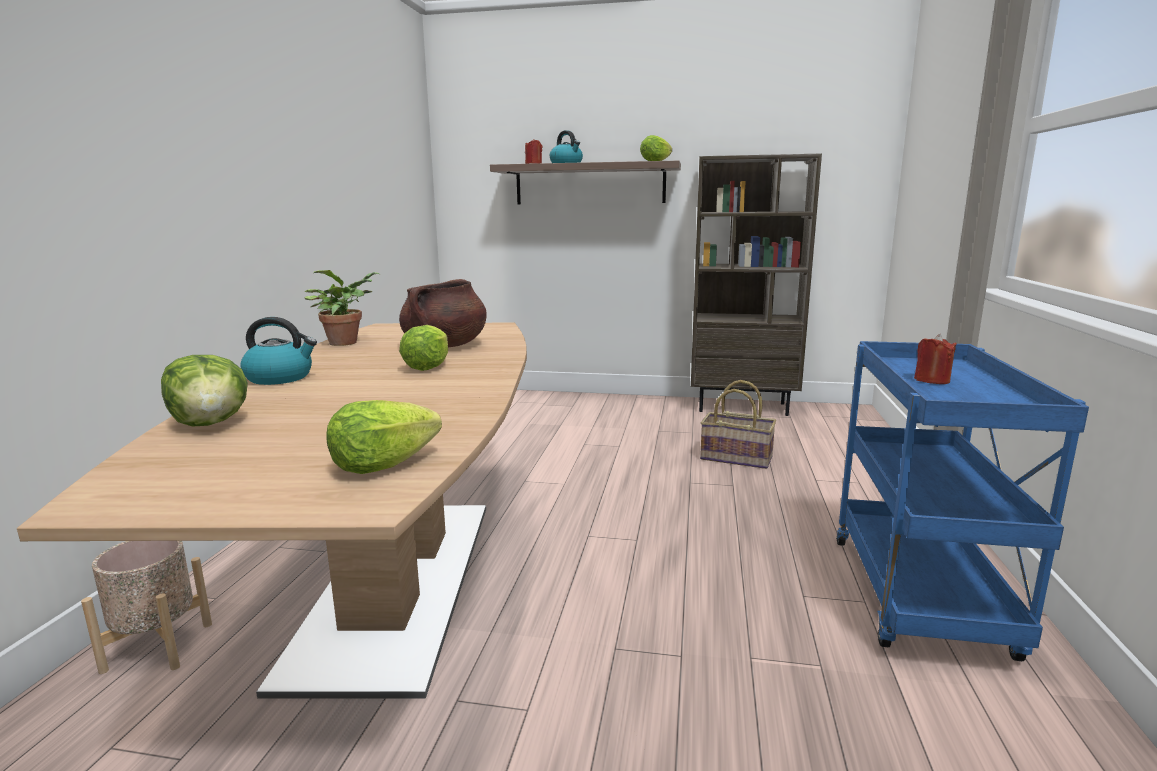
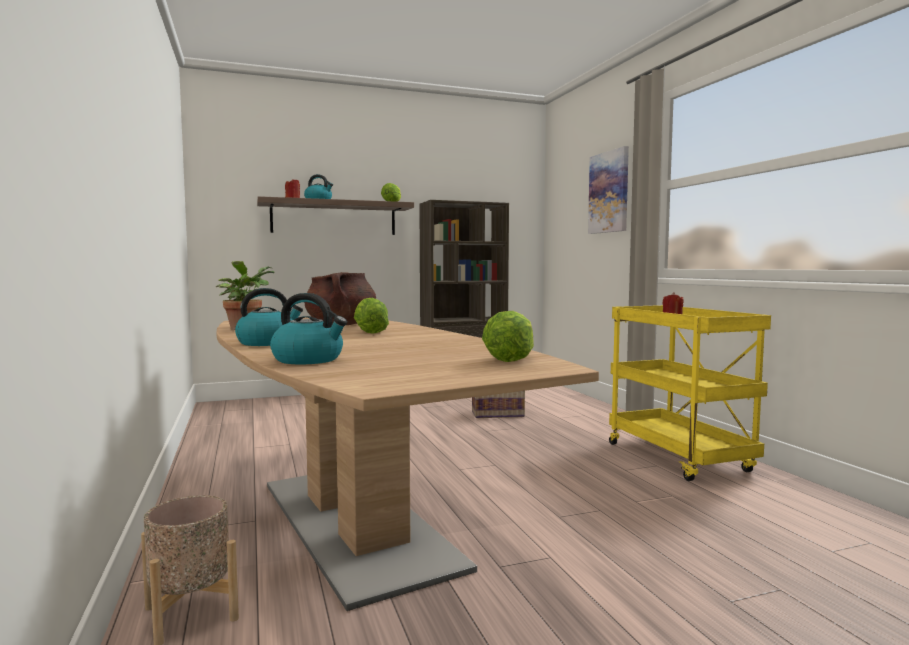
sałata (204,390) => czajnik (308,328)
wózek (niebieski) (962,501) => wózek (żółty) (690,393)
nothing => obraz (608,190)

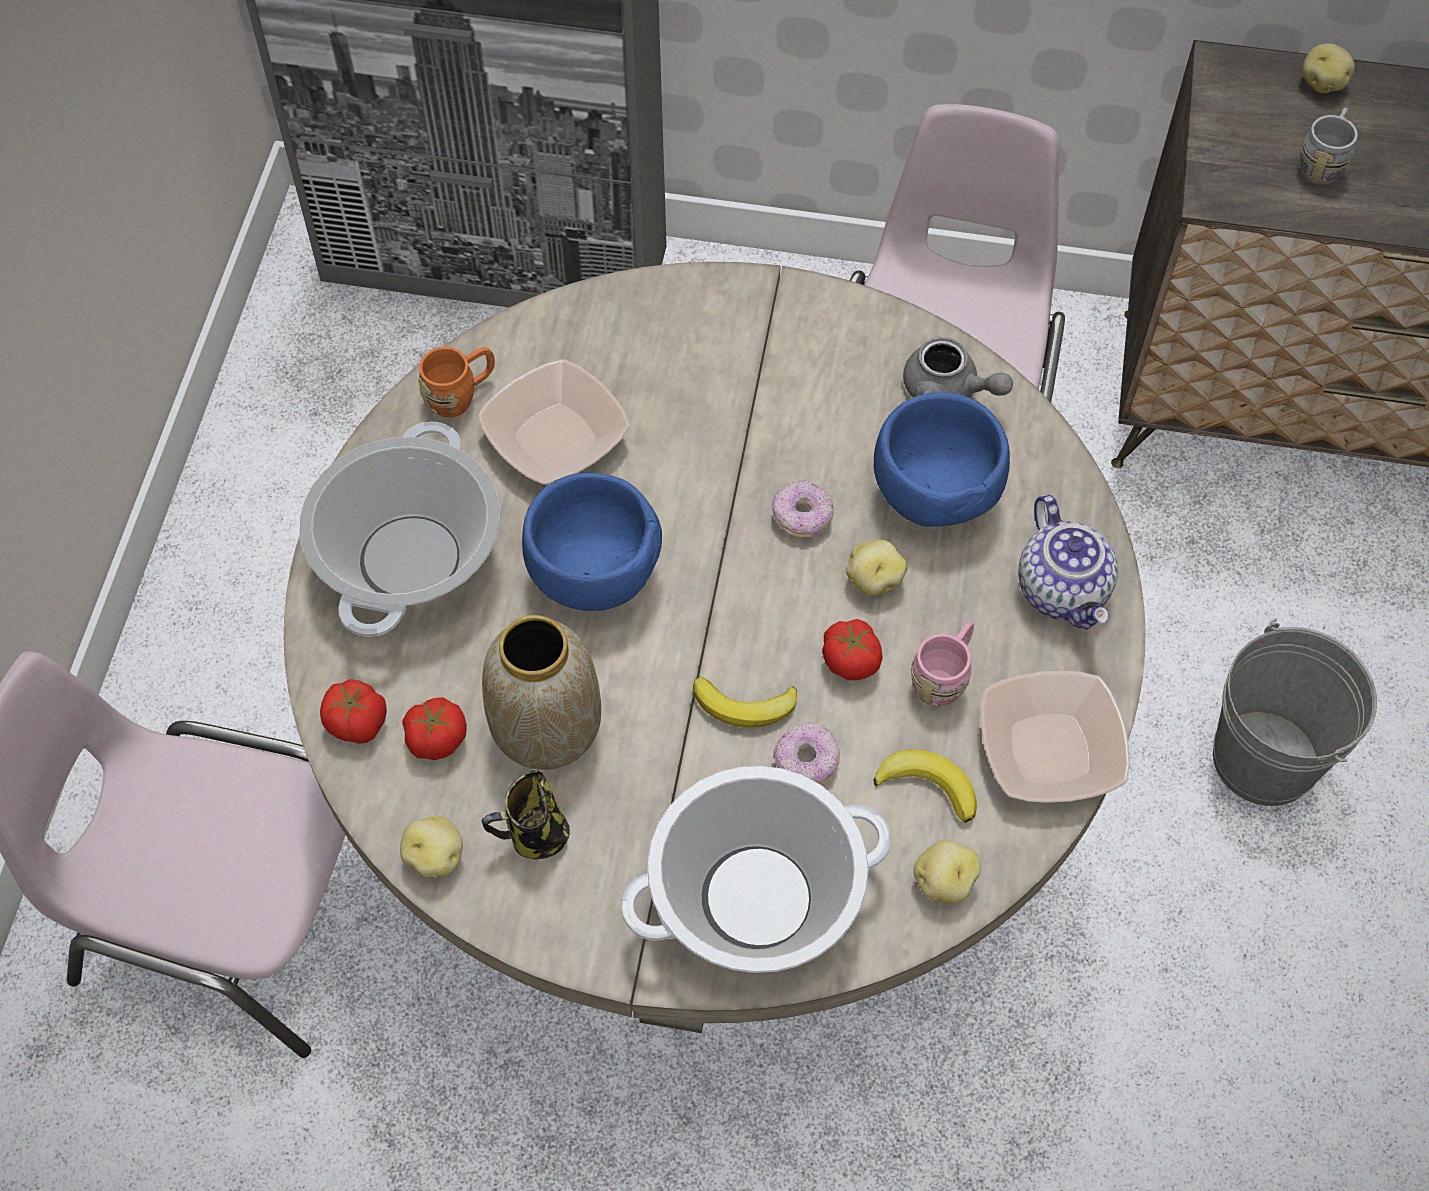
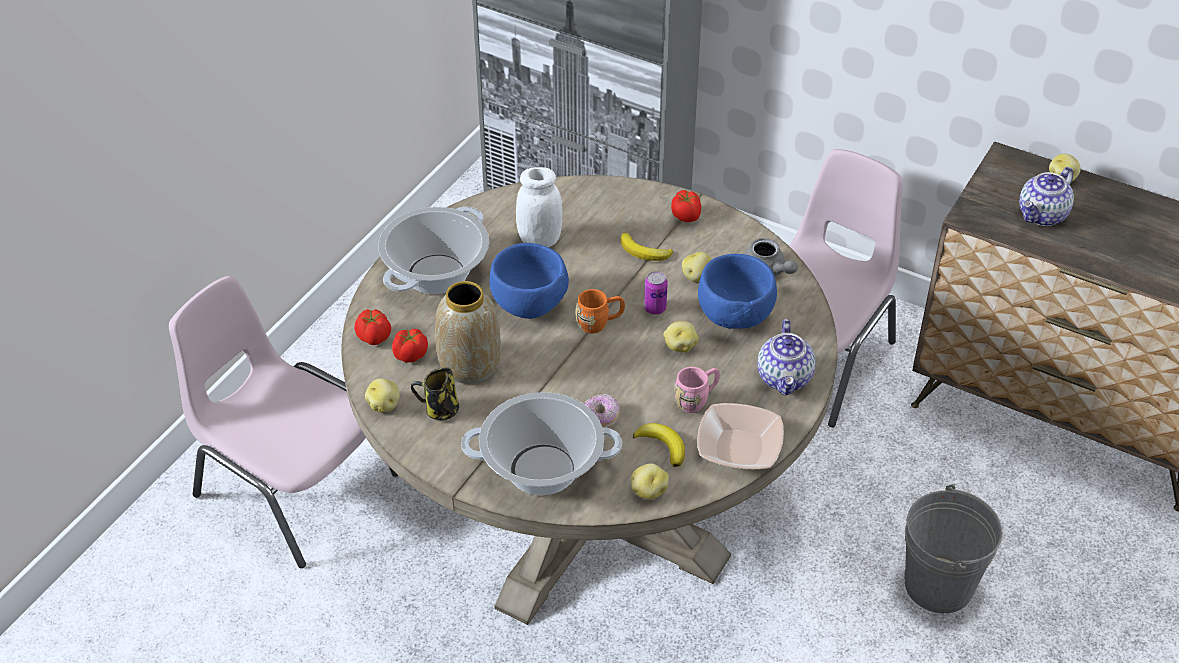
kubek (pomarańczowy) (456,382) => kubek (pomarańczowy) (600,311), moved
miska (554,422) => słoik (biały) (539,207)
banan (745,702) => banan (647,247), moved
donut (803,509) => puszka (656,293)
pomidor (852,649) => pomidor (686,206), moved
kubek (szary) (1329,145) => imbryk (1046,196)
nothing => ziemniak (697,267)

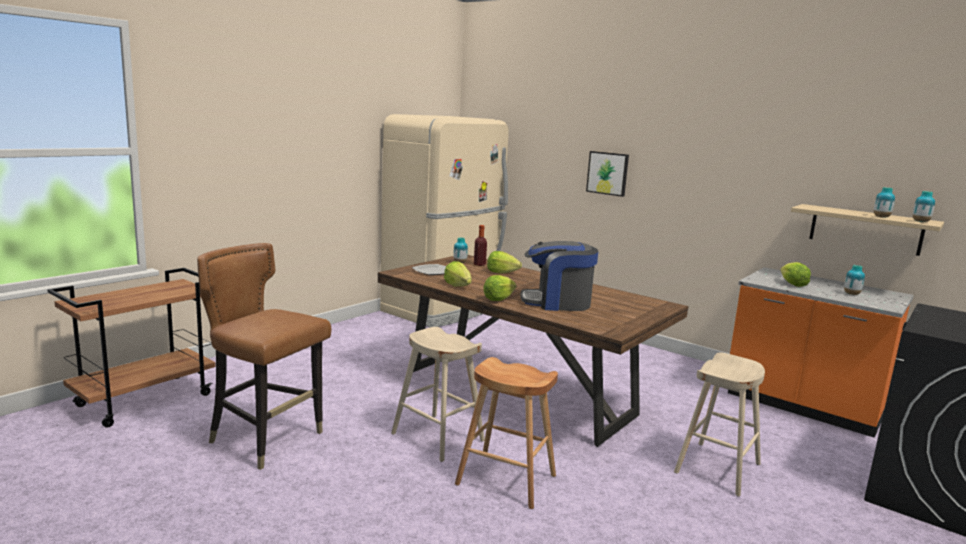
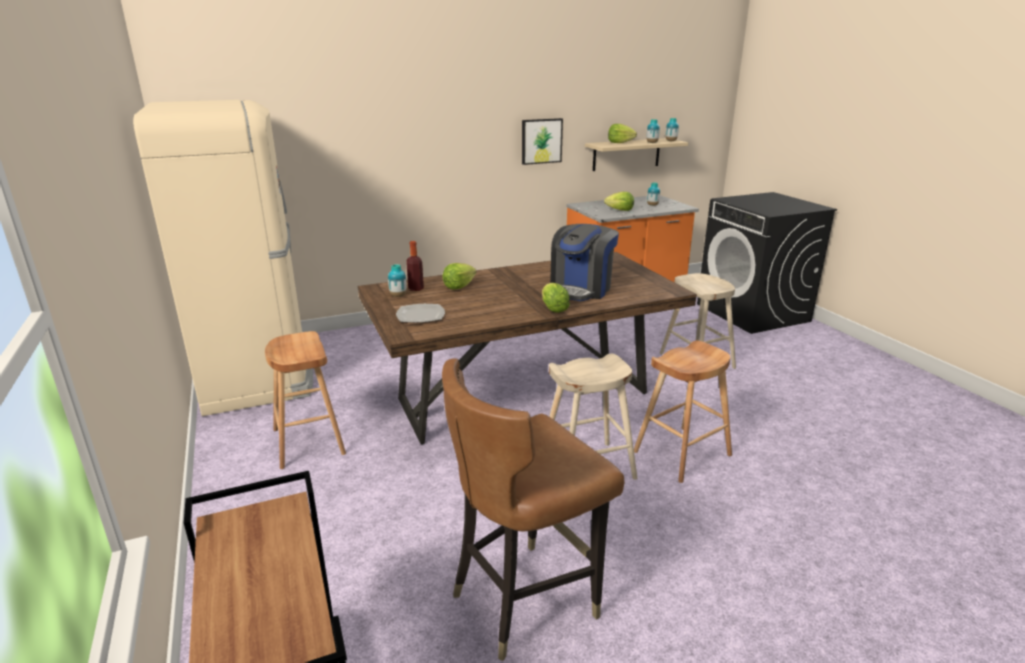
sałata (458,274) => sałata (622,133), moved
obraz (607,174) => obraz (542,141), moved
nothing => stołek (brązowy) (305,400)

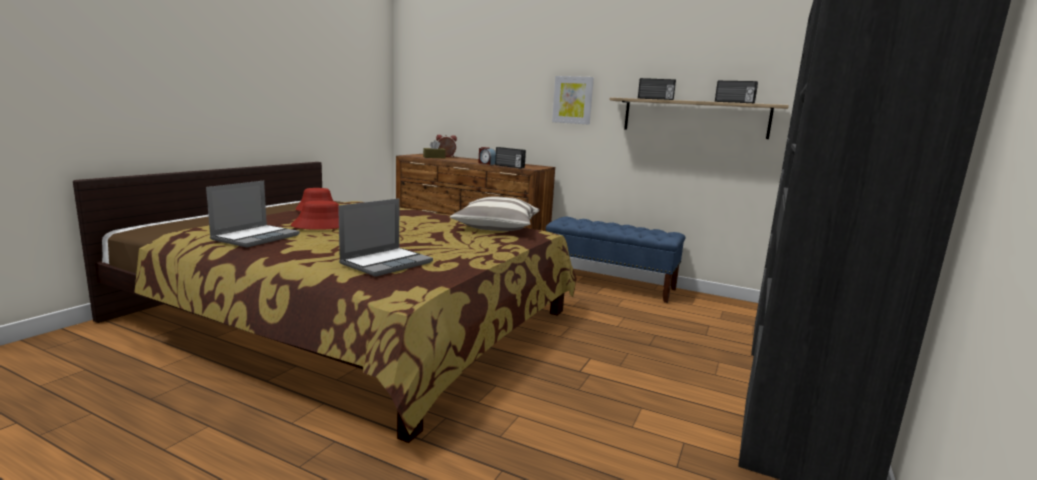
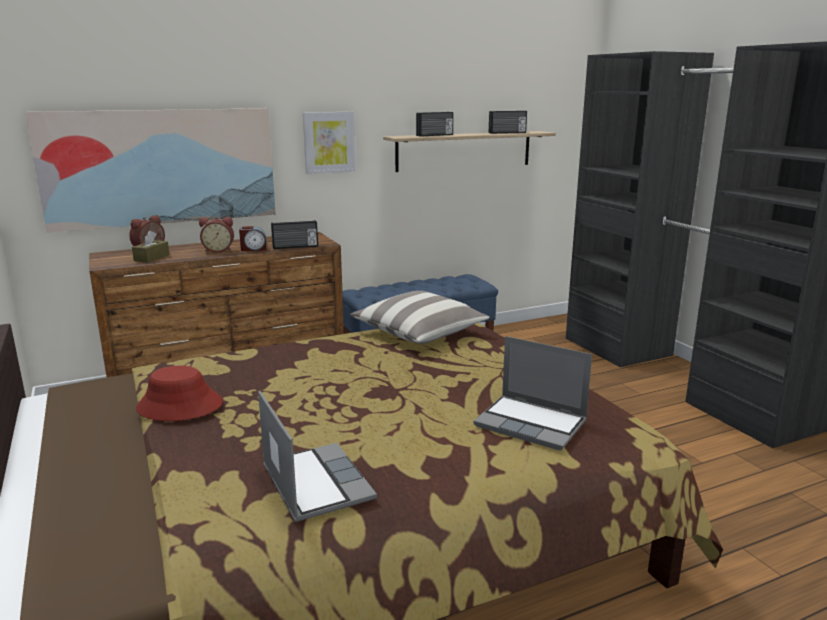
kapelusz (czerwony) (315,215) => nothing
laptop (385,237) => laptop (533,393), 135 degrees clockwise
nothing => obraz (150,170)
nothing => budzik (216,235)

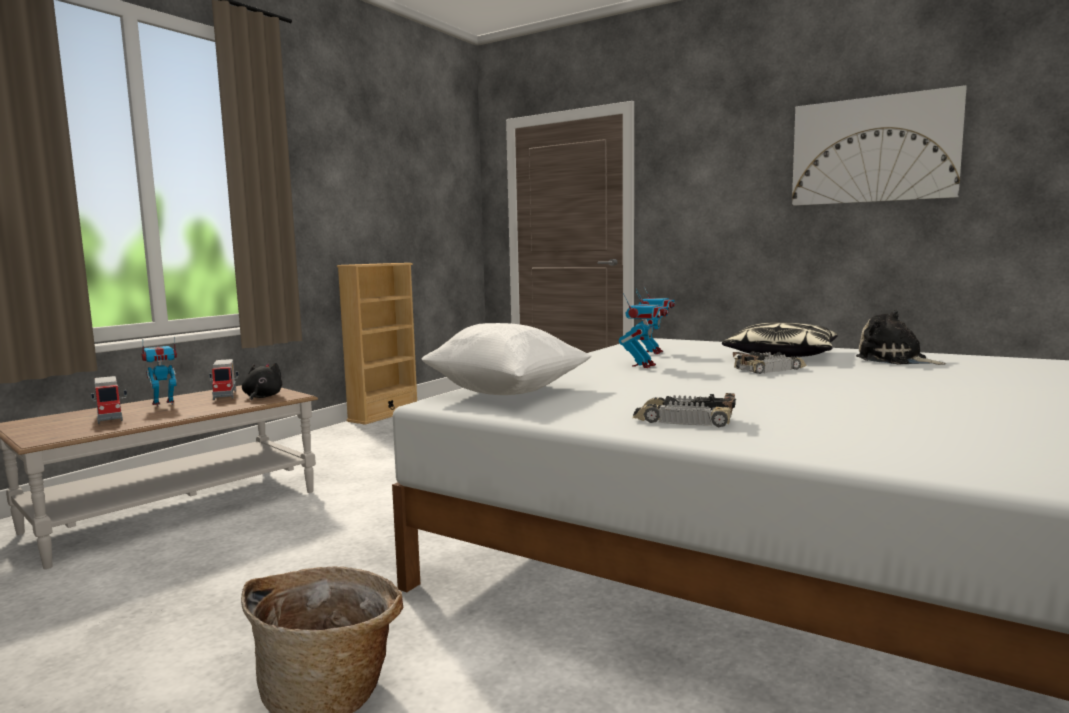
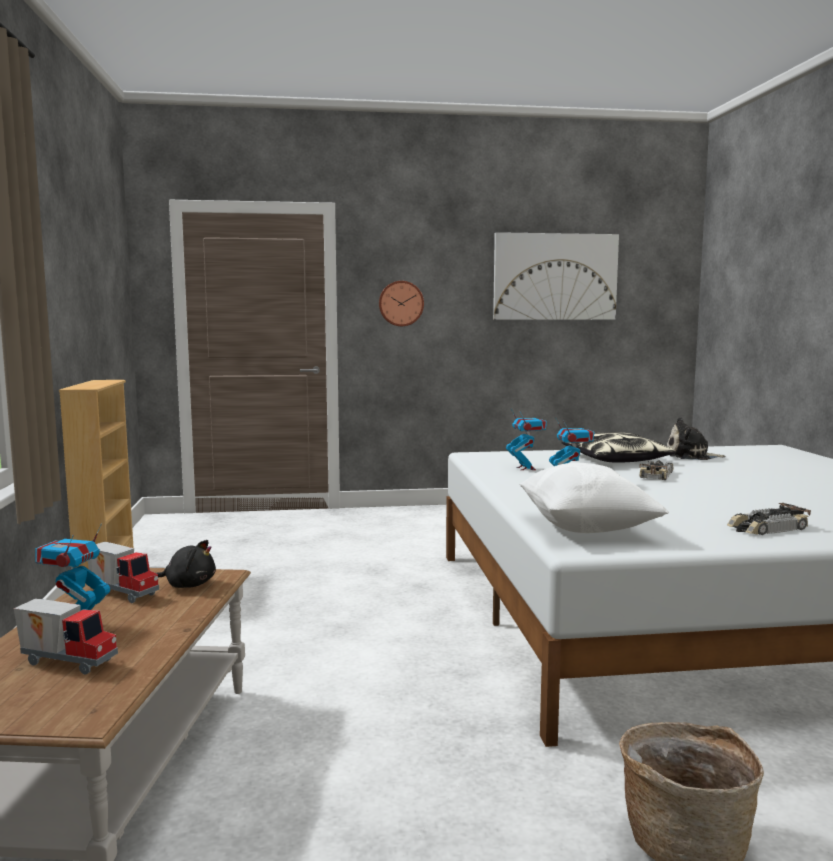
pluszak (czarny) (262,382) => pluszak (czarny) (186,564), 135 degrees clockwise
nothing => zegar ścienny (401,303)

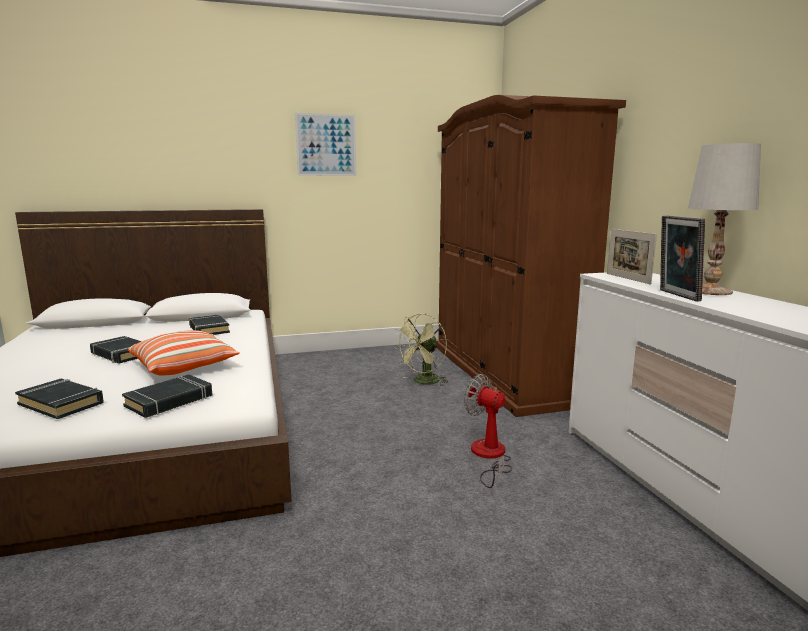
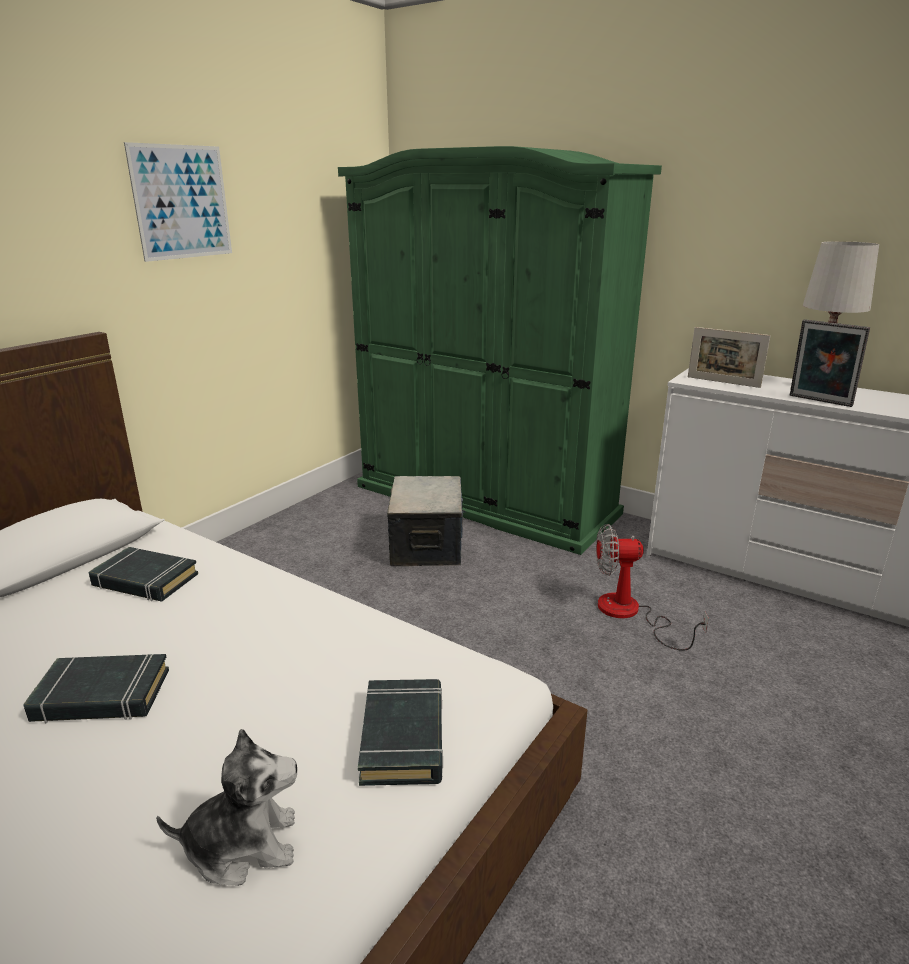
książka (czarny) (59,399) => pluszak (226,807)
poduszka (184,353) => nothing
wentylator (zielony) (420,350) => pojemnik do przechowywania (426,521)
szafa (brązowy) (531,256) => szafa (zielony) (500,350)

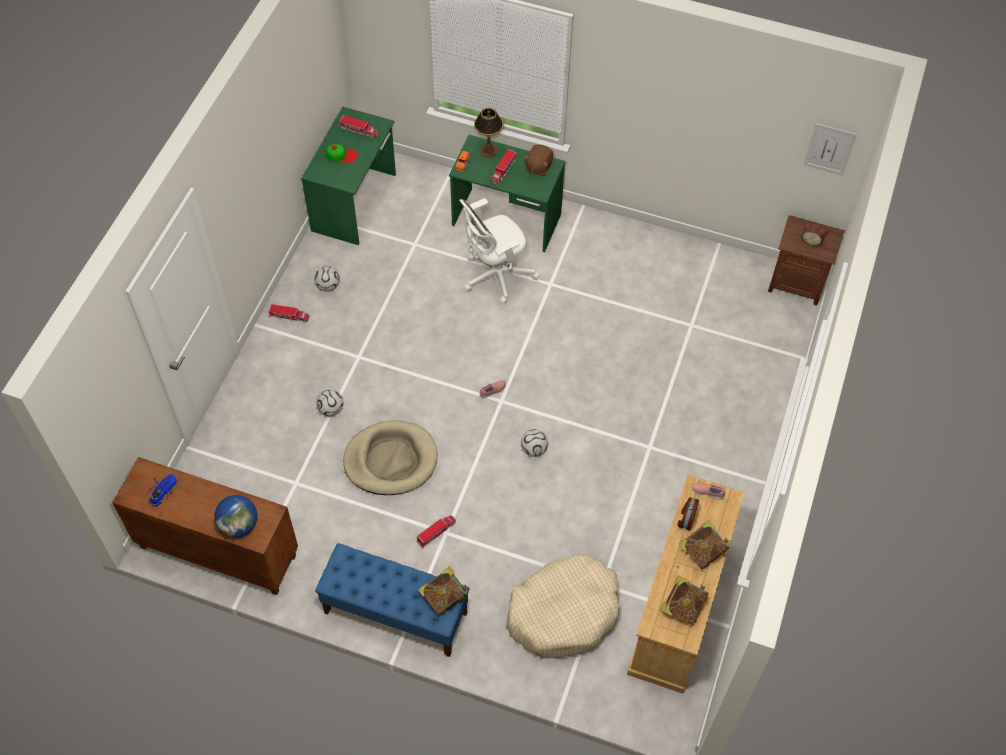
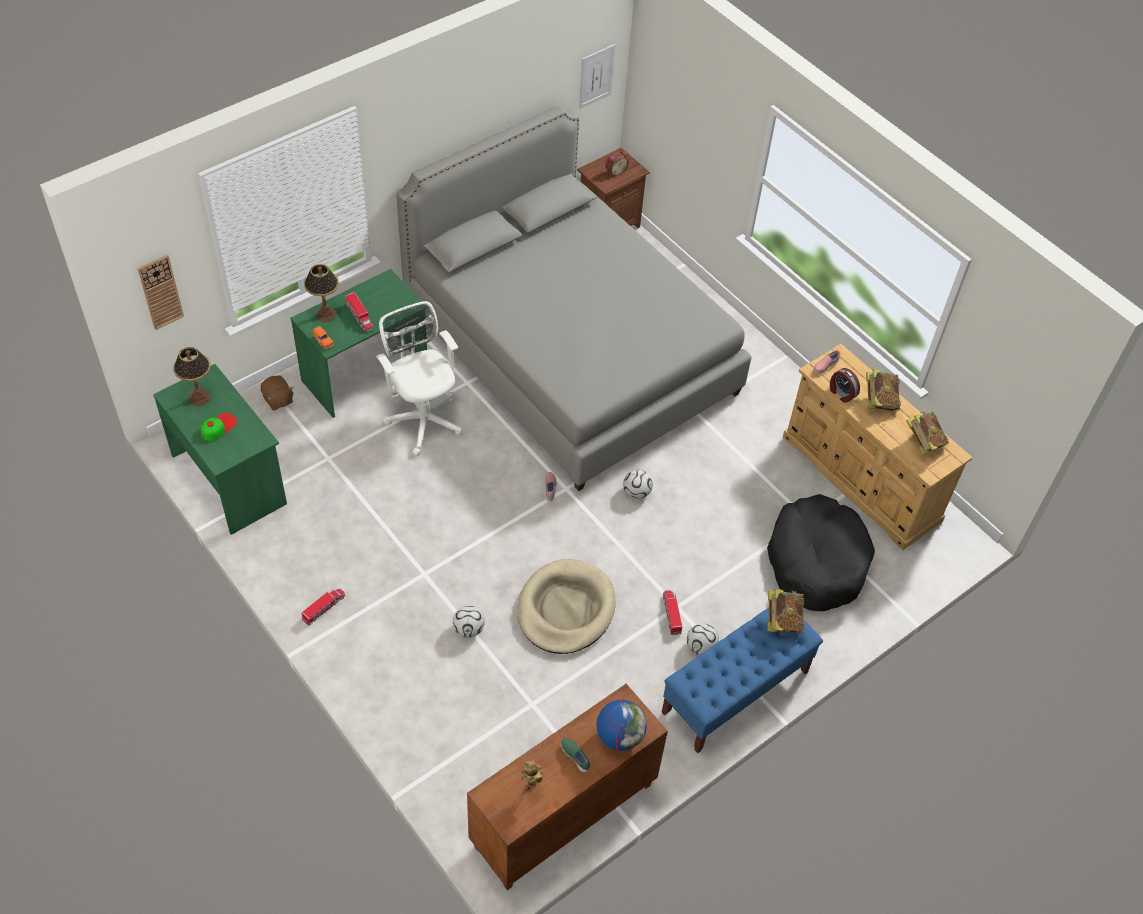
but (niebieski) (161,490) => robot zabawkowy (531,775)
piłka futbolowa (327,279) => piłka futbolowa (703,639), moved
ciężarówka zabawkowa (359,126) => lampa stołowa (191,376)
krzesło biurowe (biały) (499,251) => krzesło biurowe (biały) (419,378), 150 degrees clockwise
legowisko (beżowy) (562,606) => legowisko (czarny) (821,553)
pluszak (brązowy) (538,160) => pluszak (brązowy) (277,392), moved
nothing => zegar ścienny (160,292)
nothing => łóżko (szary) (574,298)
nothing => but (zielony) (575,755)

